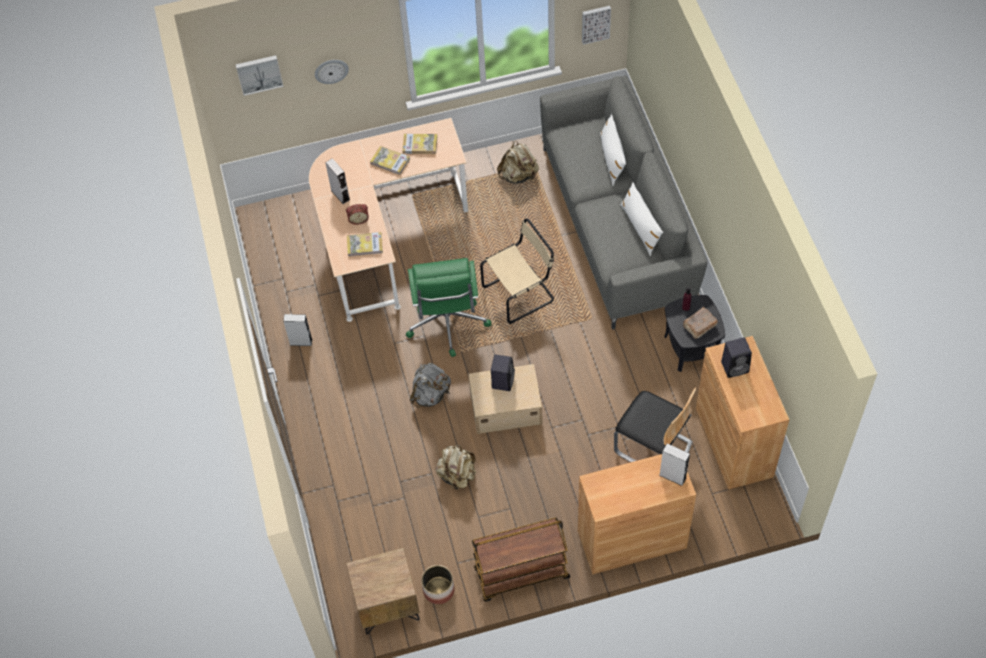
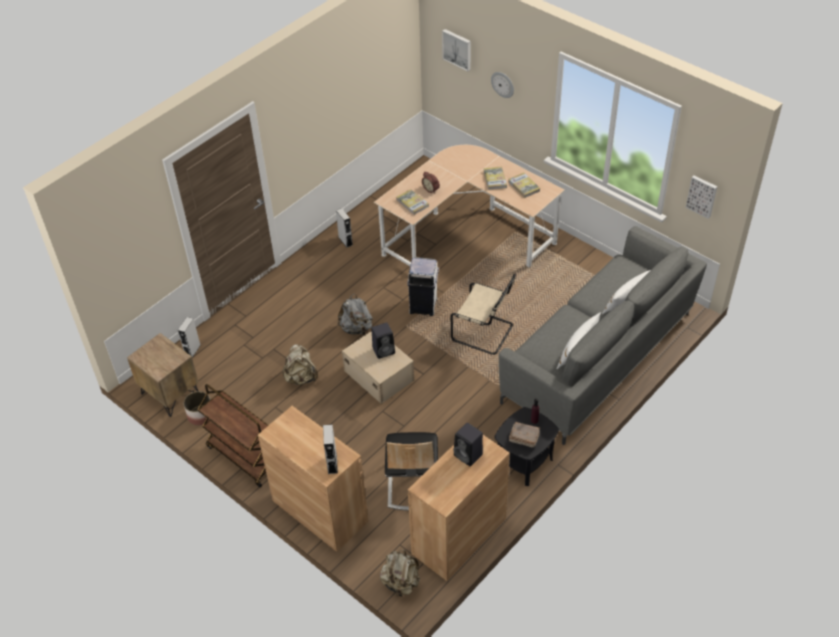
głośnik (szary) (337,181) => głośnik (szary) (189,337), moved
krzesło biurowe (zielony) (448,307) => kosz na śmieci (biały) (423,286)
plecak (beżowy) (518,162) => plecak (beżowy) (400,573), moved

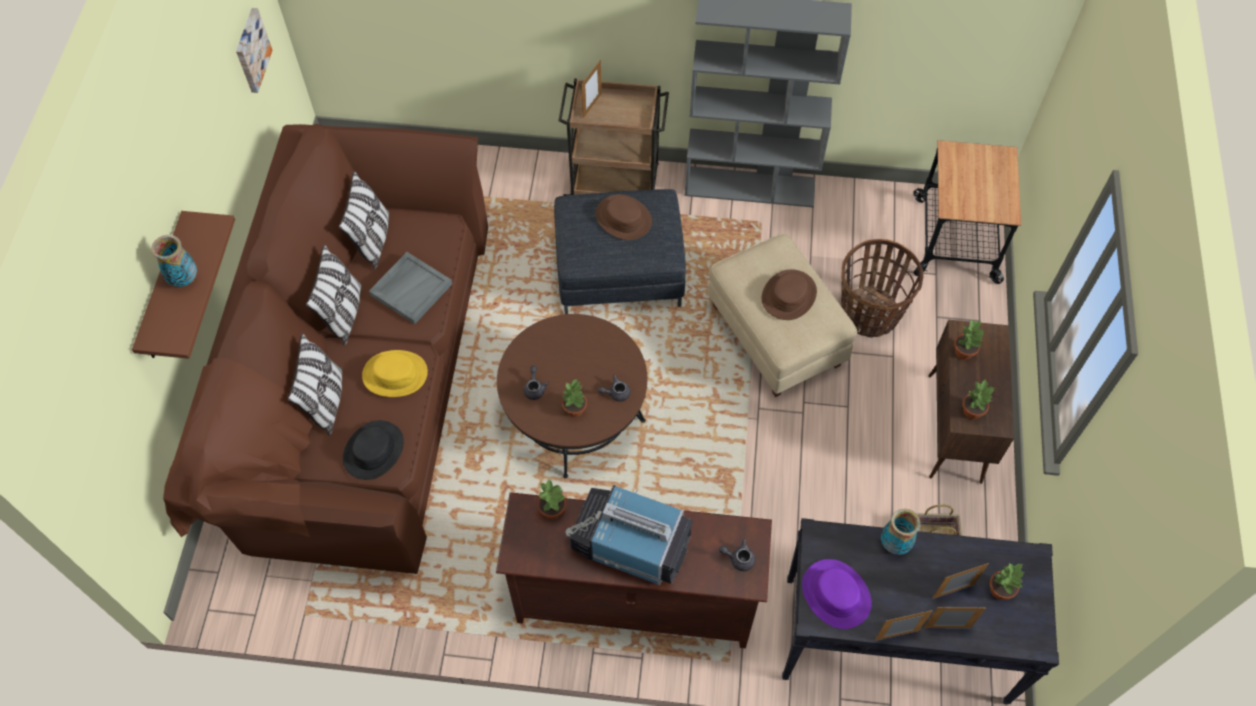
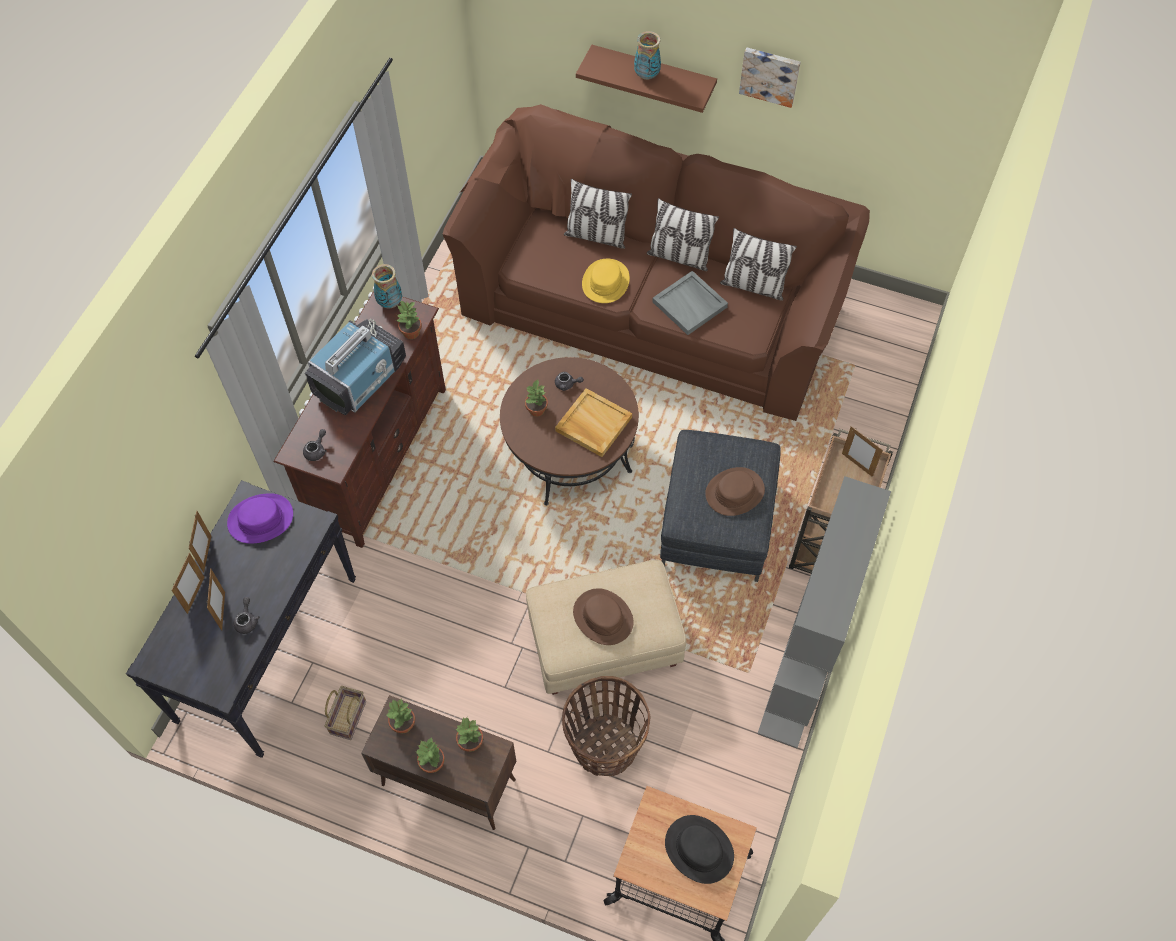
obraz (254,50) => obraz (770,77), moved
kapelusz (czarny) (373,450) => kapelusz (czarny) (699,849), moved
imbryk (szary) (614,388) => imbryk (szary) (246,615), moved
wazon (901,531) => wazon (387,286), moved
roślina doniczkowa (1006,581) => roślina doniczkowa (431,755), moved
nothing => taca (beżowy) (593,422)

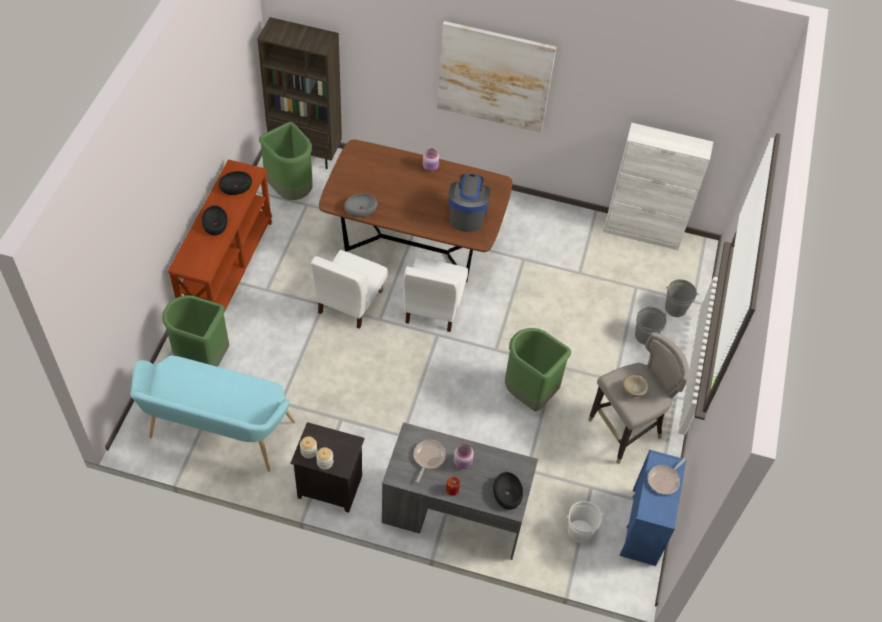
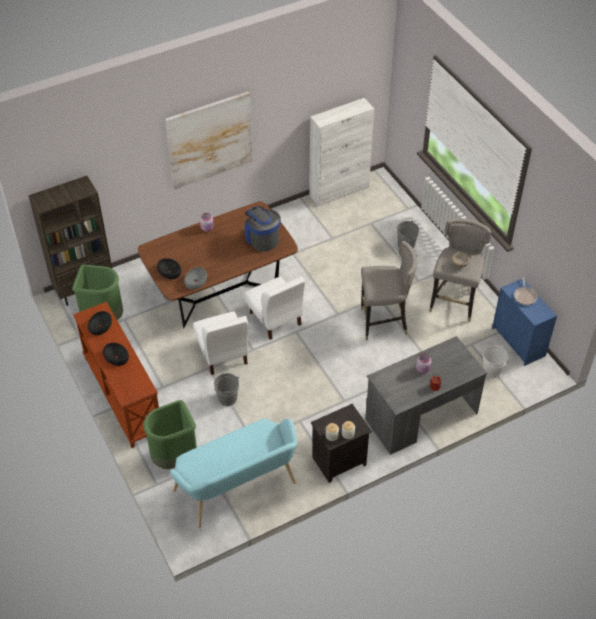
patelnia (430,461) => nothing
miska (czarny) (508,491) => miska (czarny) (169,268), moved
kosz na śmieci (zielony) (538,369) => stołek (szary) (389,291)
wiadro (szary) (682,298) => wiadro (szary) (227,389), moved

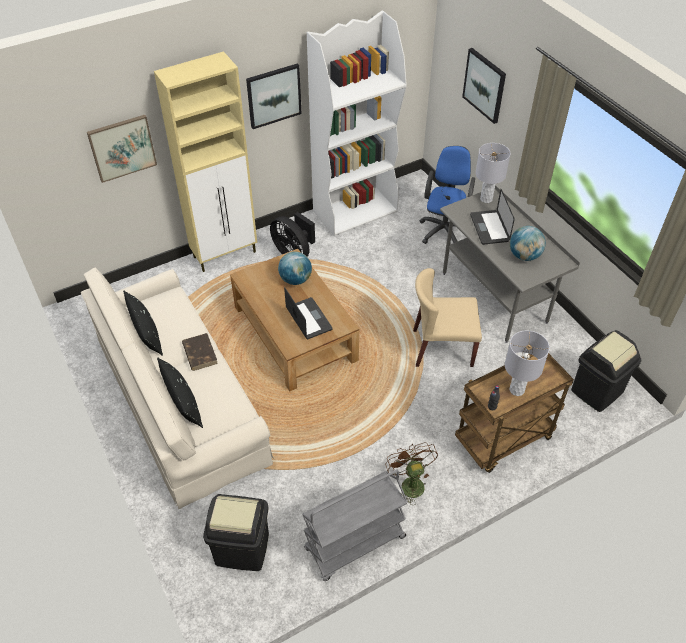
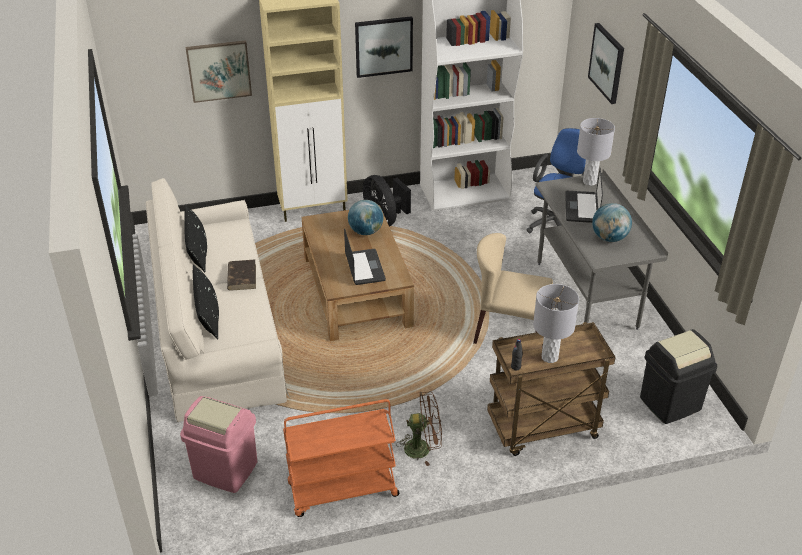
kosz na śmieci (czarny) (236,532) => kosz na śmieci (różowy) (218,444)
wózek (szary) (355,525) => wózek (pomarańczowy) (341,458)
wentylator (brązowy) (412,473) => wentylator (brązowy) (419,428), 90 degrees clockwise

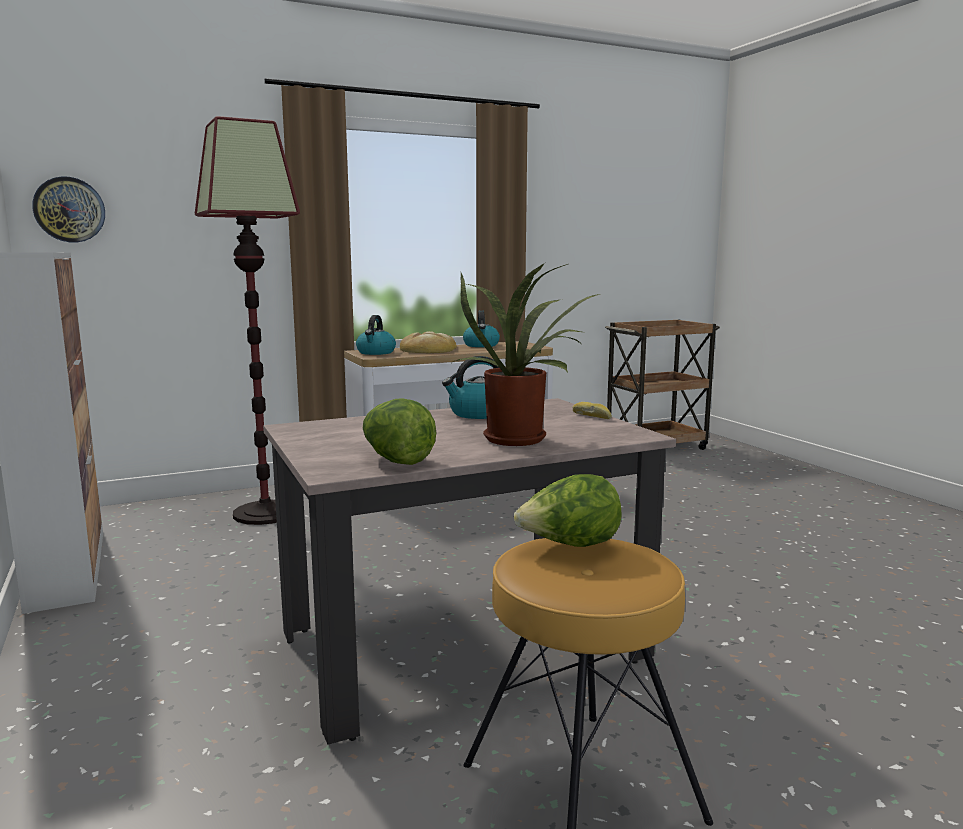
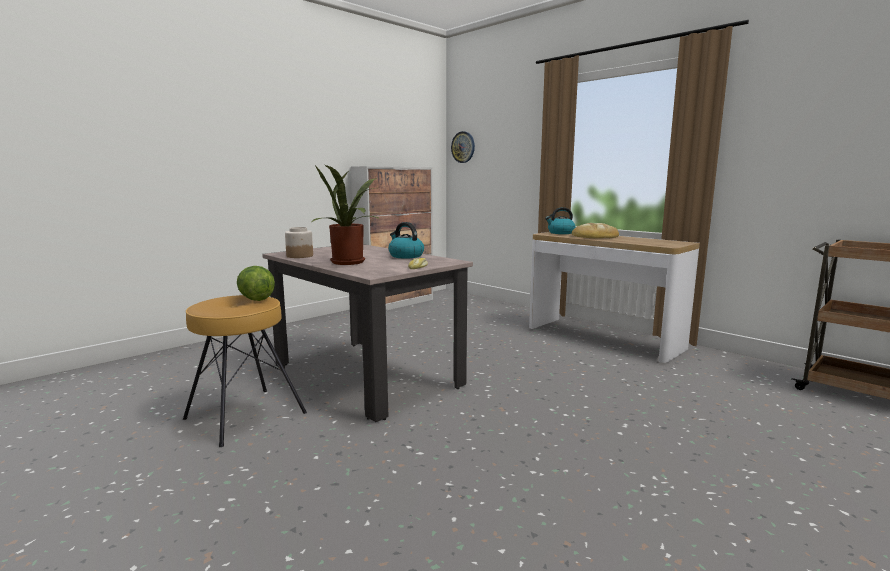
lampa stojąca (247,320) => nothing
sałata (399,431) => słoik (299,242)
czajnik (481,328) => nothing

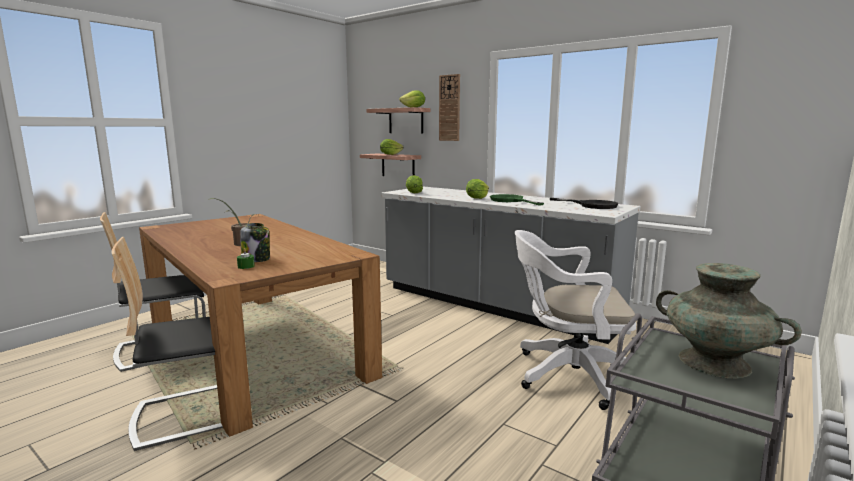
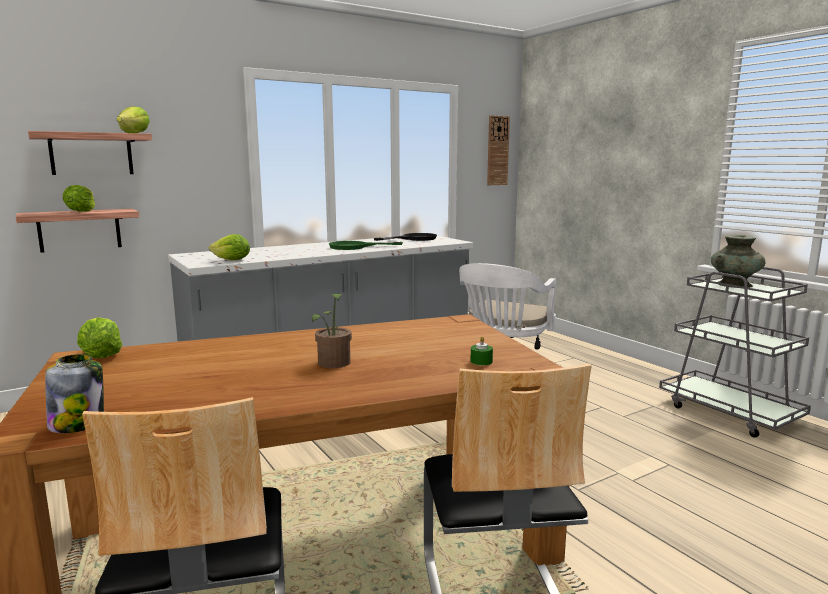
słoik (255,242) => słoik (74,393), moved
zegar ścienny (449,107) => zegar ścienny (498,150), moved
sałata (477,189) => sałata (99,337), moved

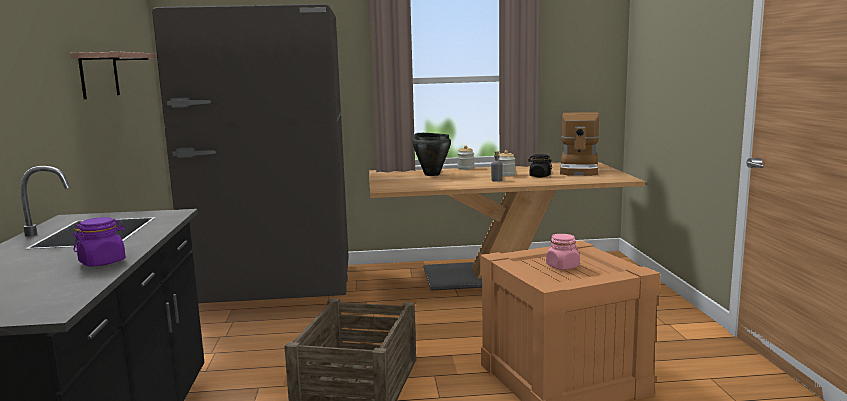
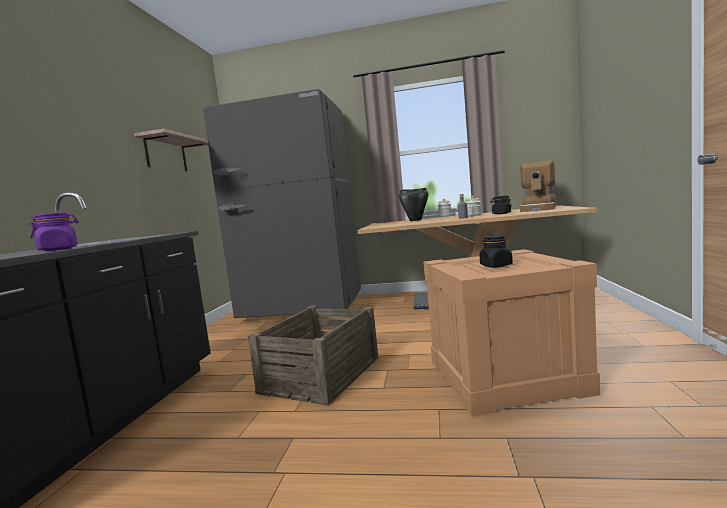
słoik (różowy) (563,252) => słoik (czarny) (496,251)

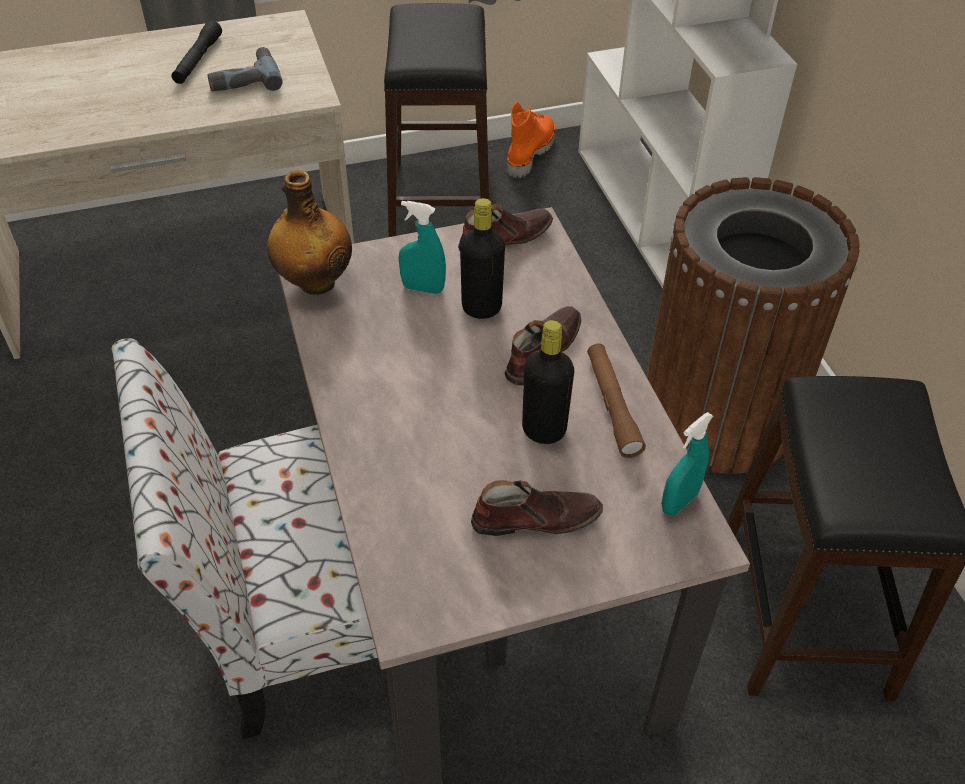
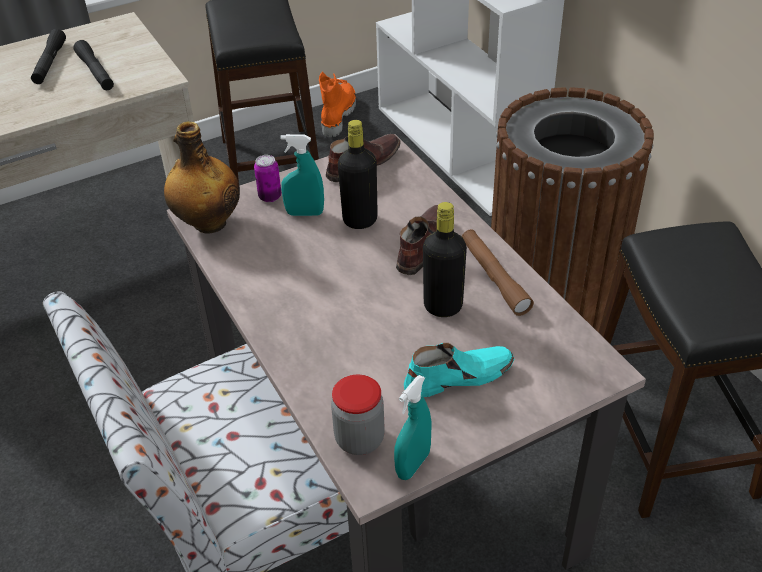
wiertarka (245,69) => latarka (czarny) (93,65)
but (brązowy) (537,508) => but (turkusowy) (459,370)
spryskiwacz (turkusowy) (687,464) => spryskiwacz (turkusowy) (413,427), moved
nothing => puszka (268,178)
nothing => słoik (358,415)

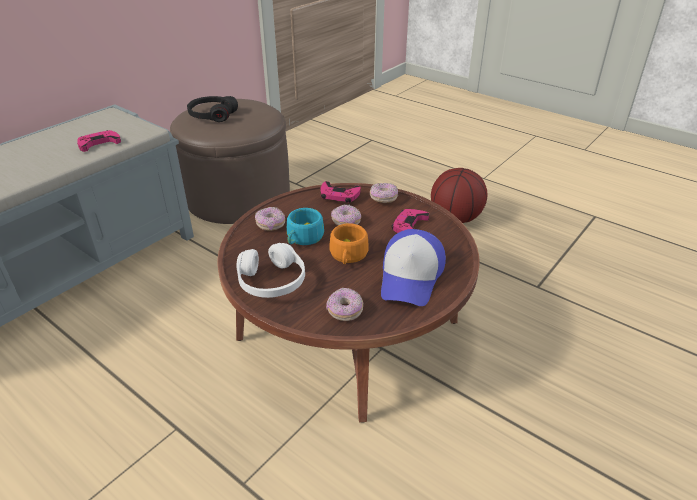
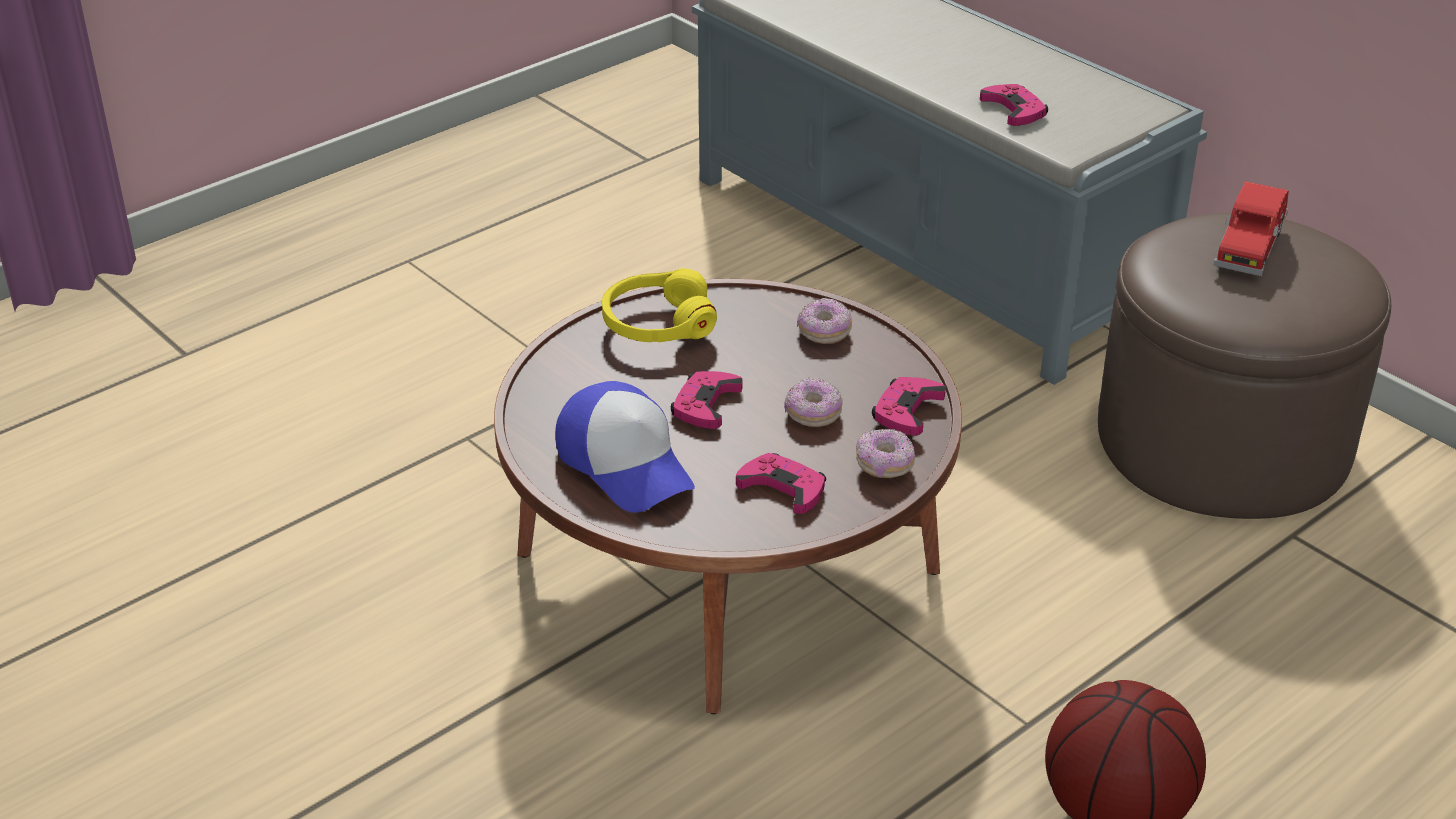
słuchawki (czarny) (212,109) => samochodzik (czerwony) (1251,228)
słuchawki (biały) (270,270) => słuchawki (żółty) (659,305)
filiżanka (turkusowy) (305,226) => nothing
donut (344,304) => nothing
filiżanka (pomarańczowy) (348,243) => pad do gier (różowy) (707,400)
czapka z daszkiem (413,267) => czapka z daszkiem (625,447), 150 degrees counterclockwise

